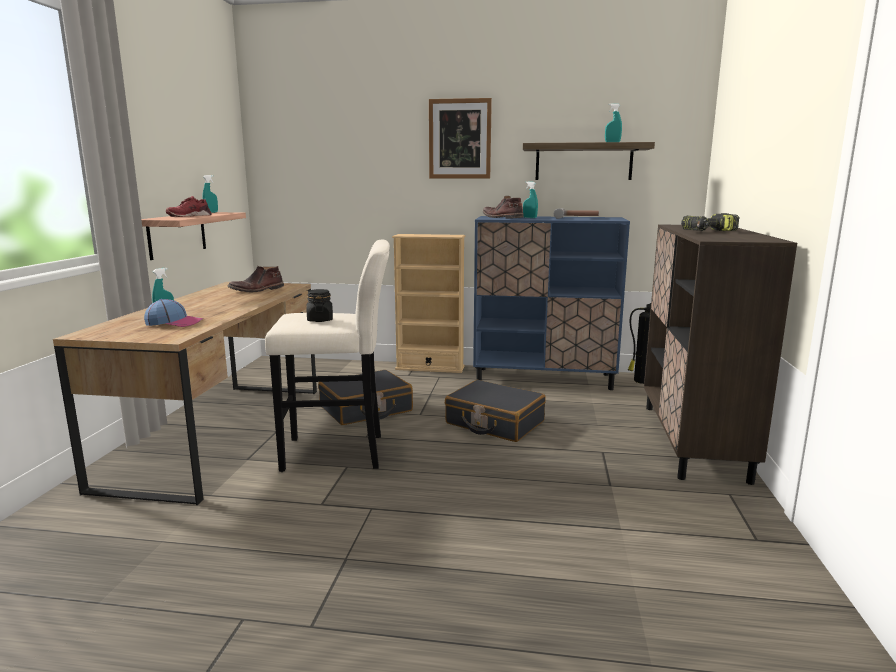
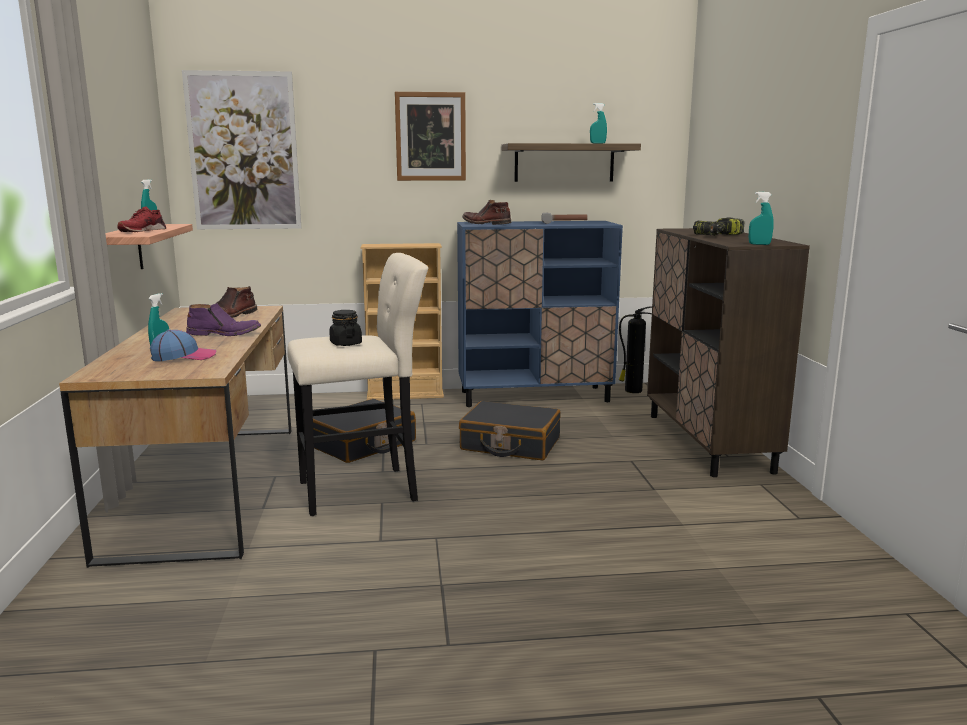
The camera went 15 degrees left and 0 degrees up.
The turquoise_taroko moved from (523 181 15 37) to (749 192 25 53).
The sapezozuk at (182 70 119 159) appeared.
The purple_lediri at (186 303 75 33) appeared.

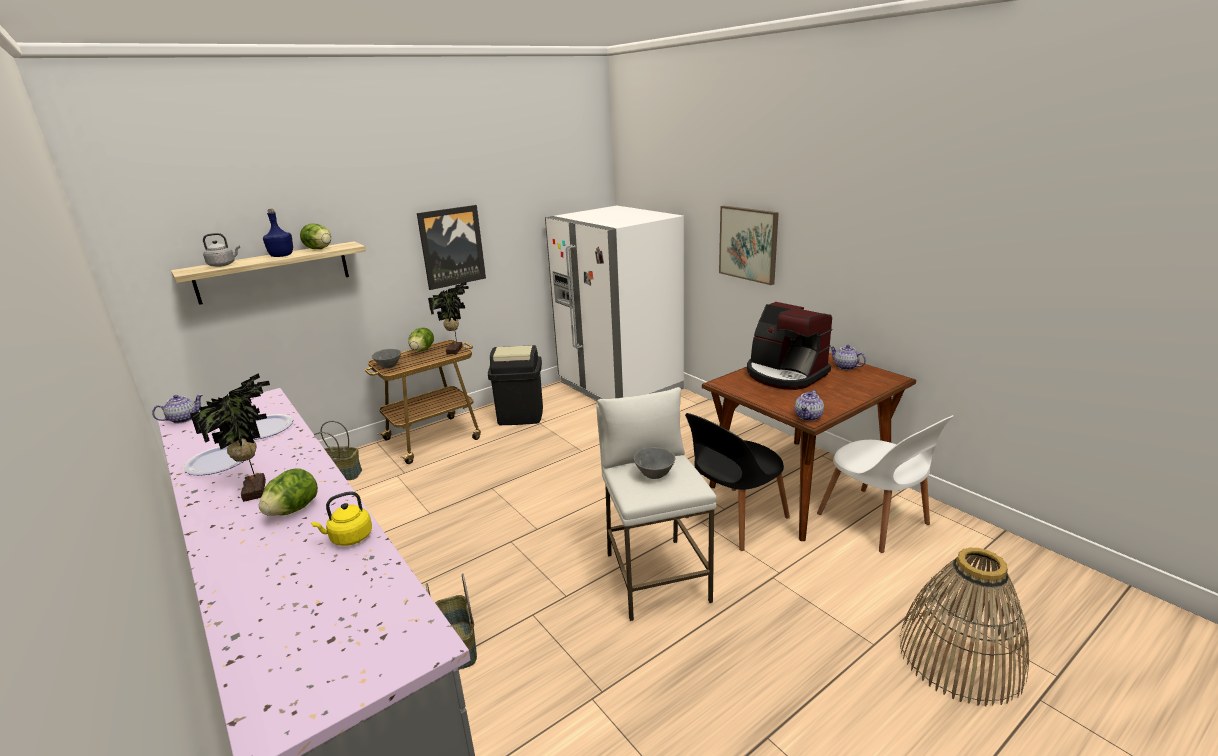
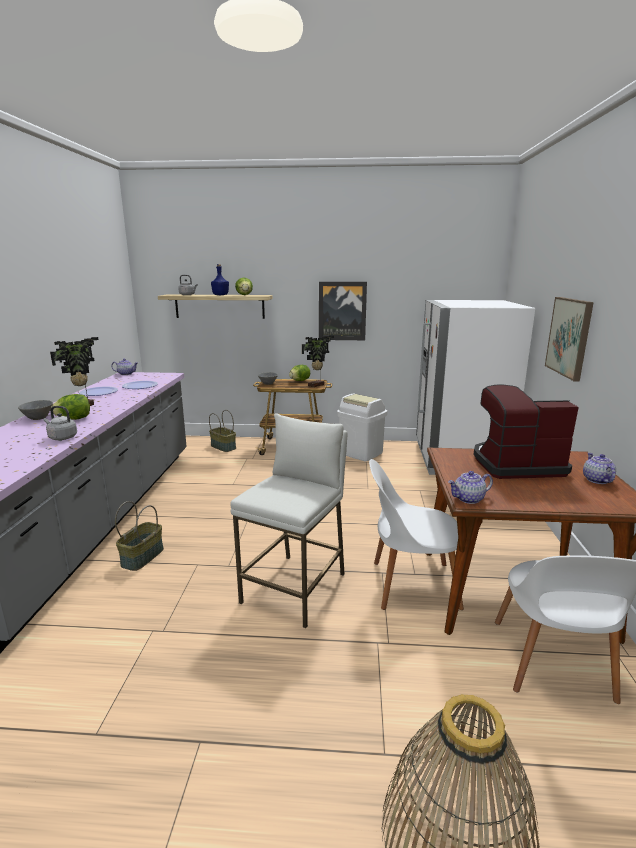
The camera went 40 degrees right and 5 degrees down.
The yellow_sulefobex at (311 491 61 55) became the grey_sulefobex at (44 406 33 34).
The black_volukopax at (488 345 55 80) became the white_volukopax at (337 393 50 68).
The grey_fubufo moved from (634 447 41 32) to (18 400 35 20).
The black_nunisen at (685 413 105 138) became the white_nunisen at (369 459 95 151).
The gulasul at (747 302 85 88) turned 90 degrees clockwise.

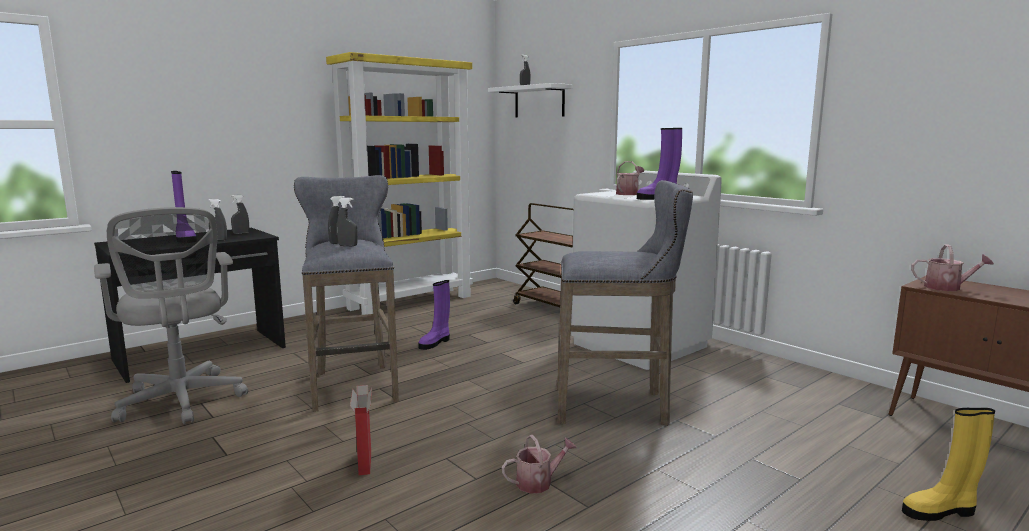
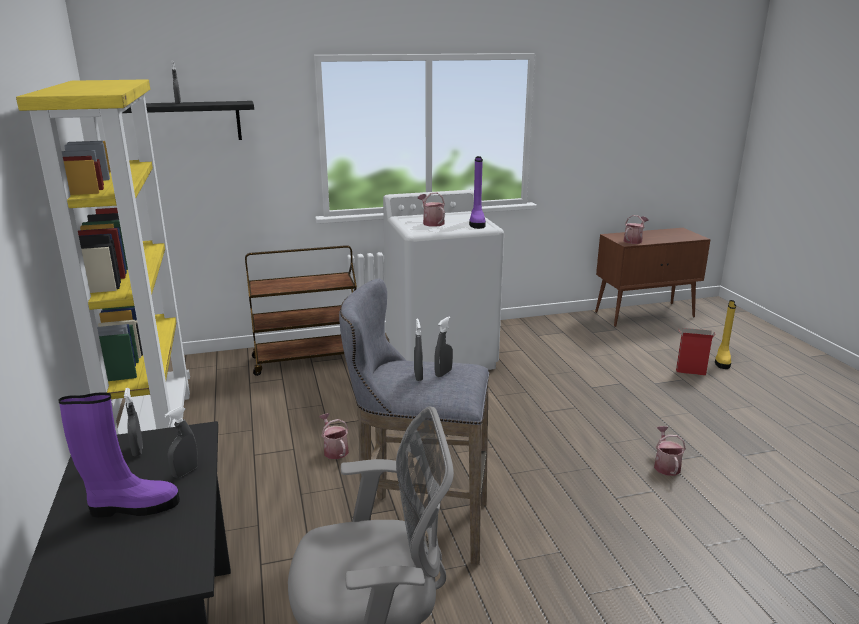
The camera went 65 degrees left and 10 degrees up.
The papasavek moved from (350 385 22 90) to (676 328 40 47).
The purple_lediri at (418 280 32 70) was replaced by the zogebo at (319 413 30 46).
The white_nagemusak at (488 83 85 35) became the black_nagemusak at (123 101 131 39).
The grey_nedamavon at (557 180 136 246) disappeared.

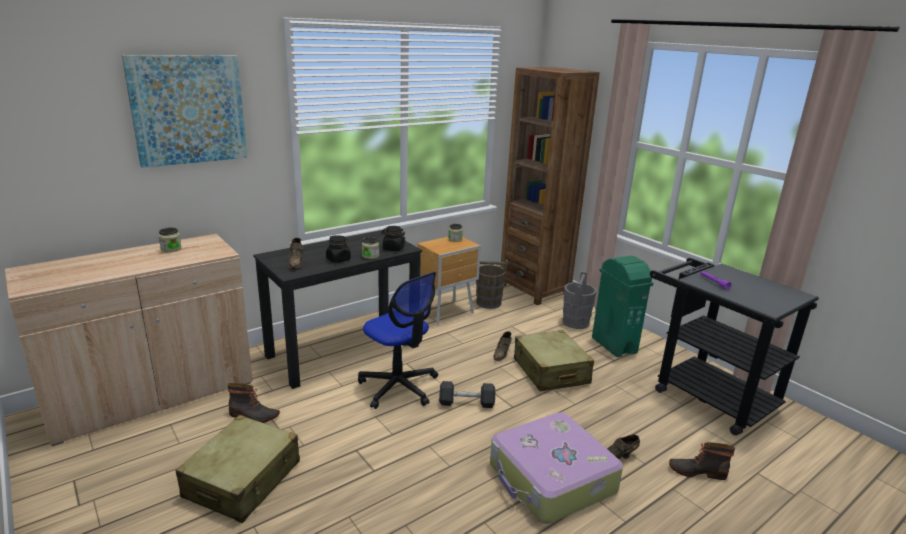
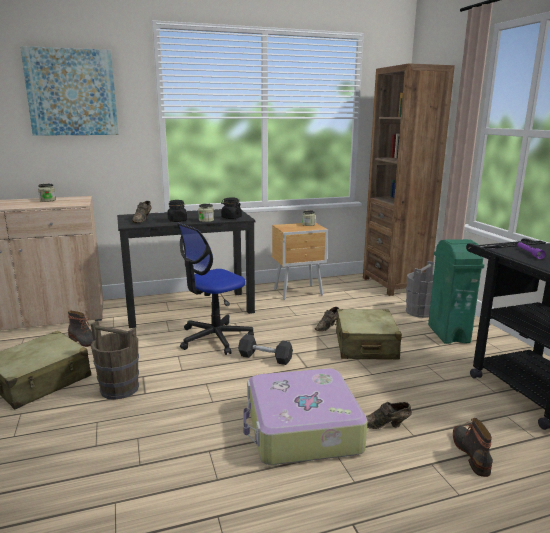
The camera went 20 degrees right and 5 degrees down.
The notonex at (358 272 80 137) turned 75 degrees clockwise.
The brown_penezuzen moved from (476 259 33 50) to (91 321 48 79).
The lediri at (669 442 66 38) turned 60 degrees clockwise.

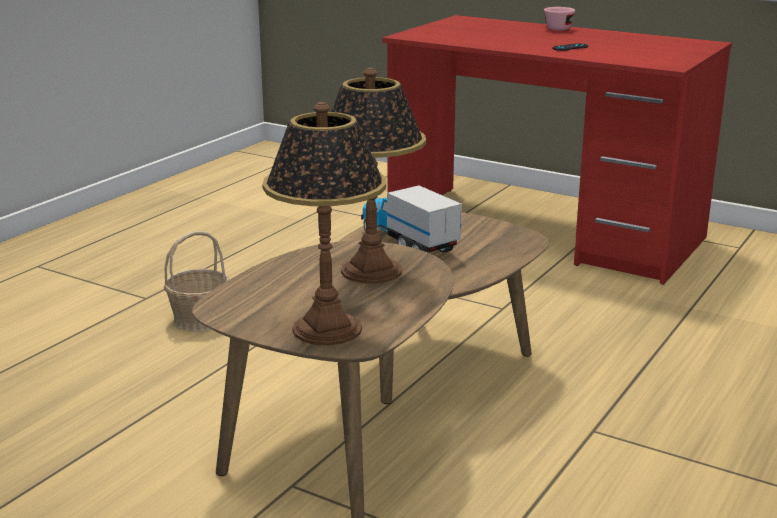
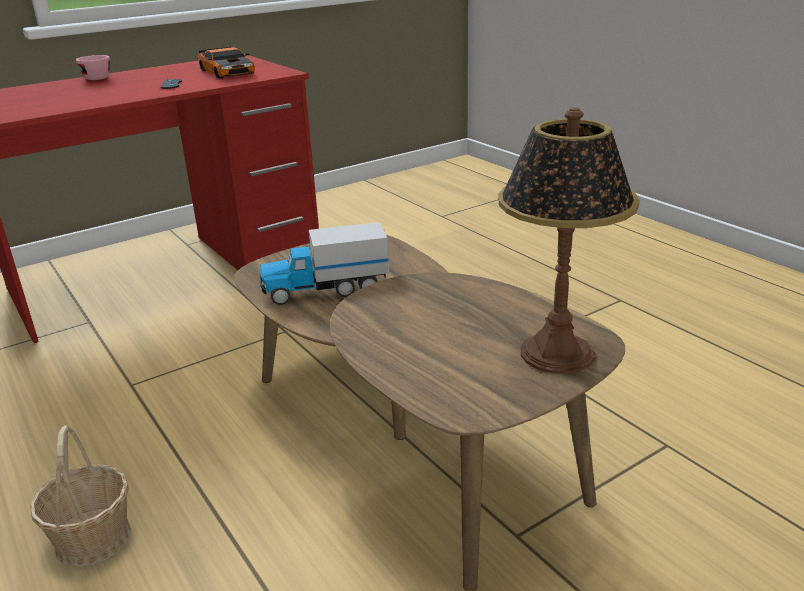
The camera went 65 degrees left and 5 degrees up.
The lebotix at (331 68 95 216) disappeared.
The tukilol at (198 47 57 31) appeared.

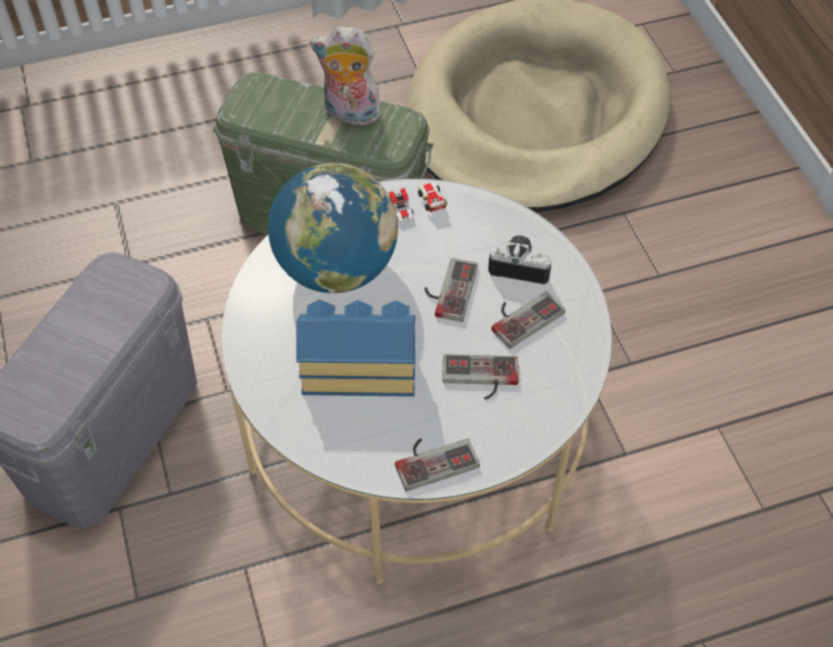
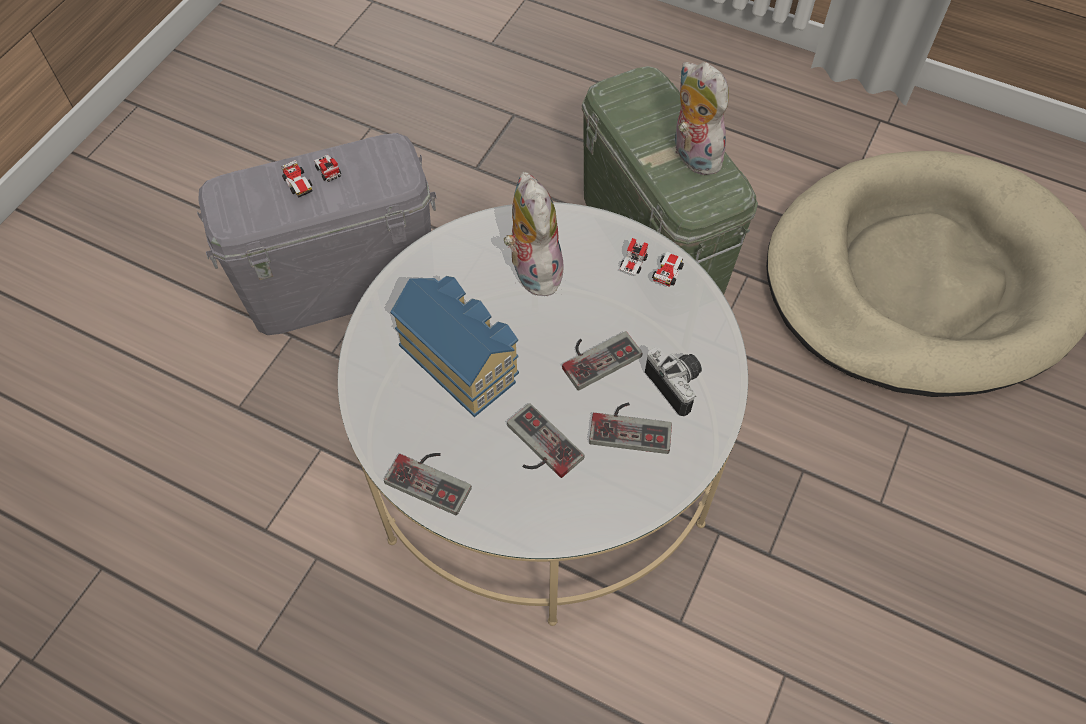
The camera went 45 degrees right and 5 degrees up.
The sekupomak at (268 163 130 131) was replaced by the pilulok at (504 172 60 124).
The tukilol at (281 155 60 43) appeared.

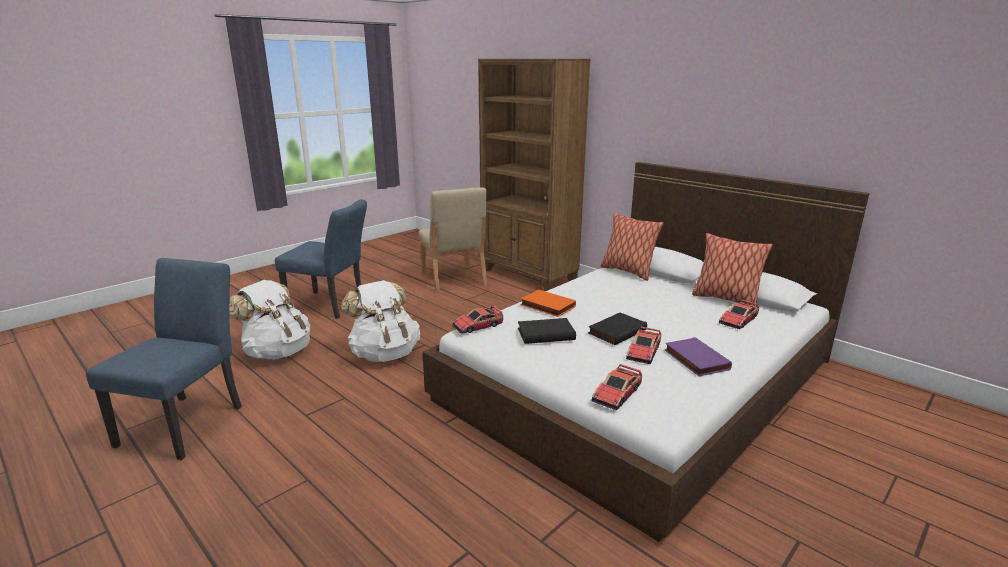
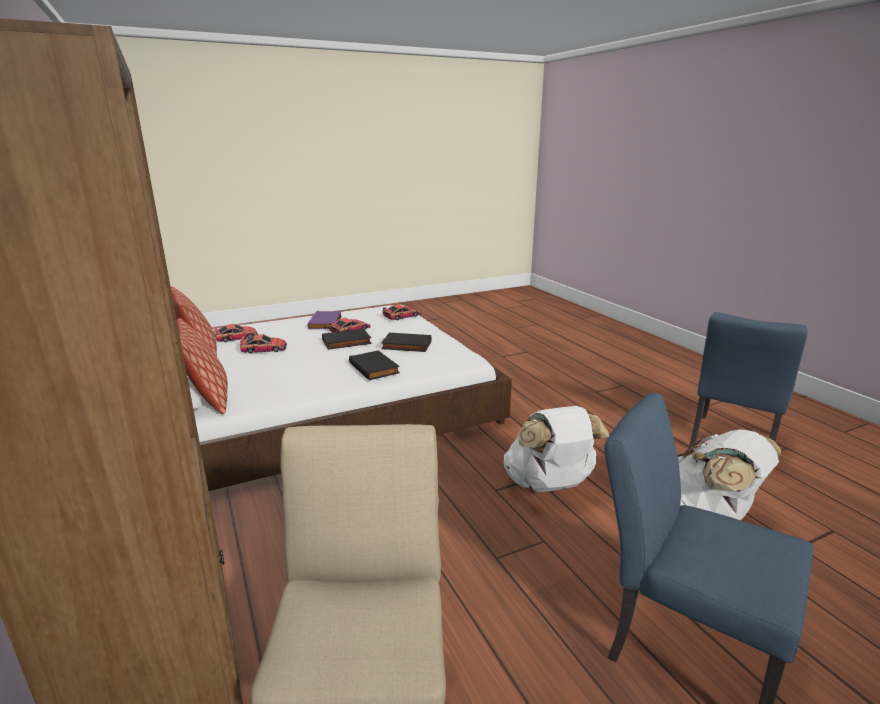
The camera went 160 degrees left and 0 degrees up.
The tukilol moved from (452 306 51 28) to (240 334 47 20).
The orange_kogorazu at (520 289 56 28) became the black_kogorazu at (349 350 51 30).

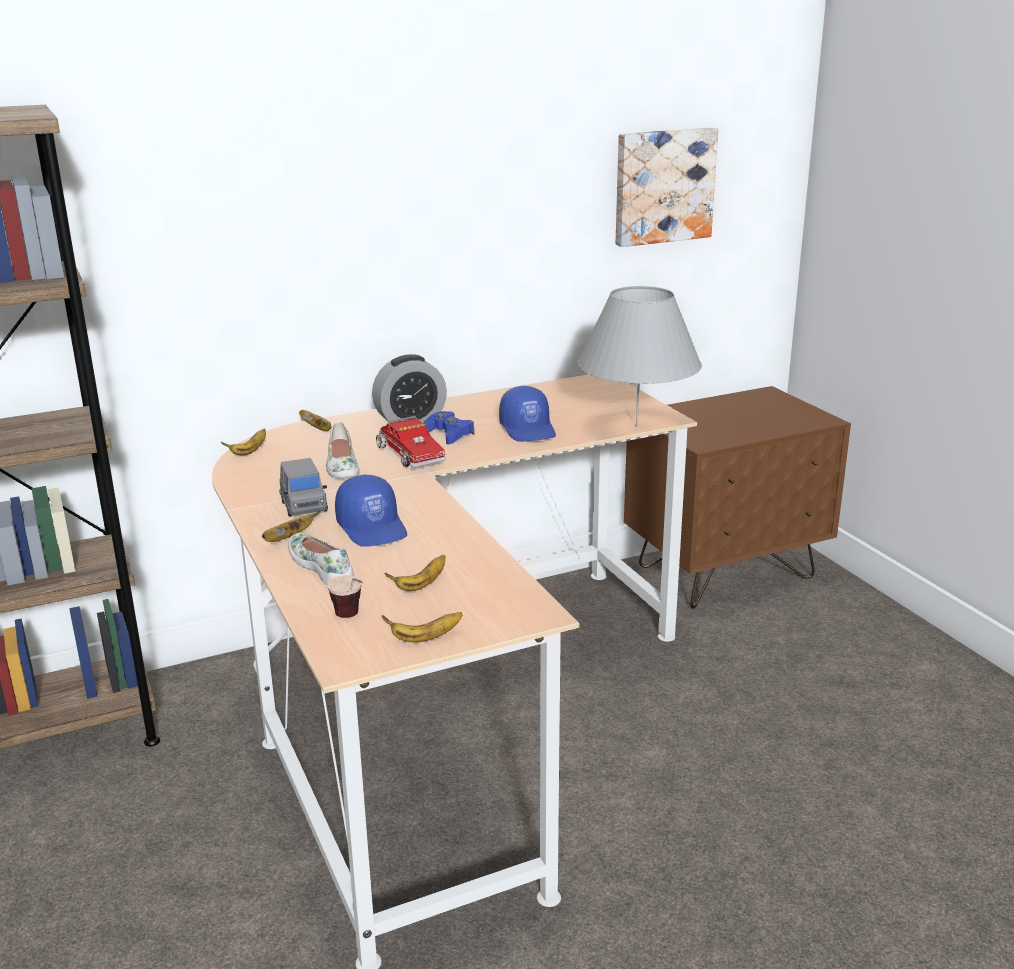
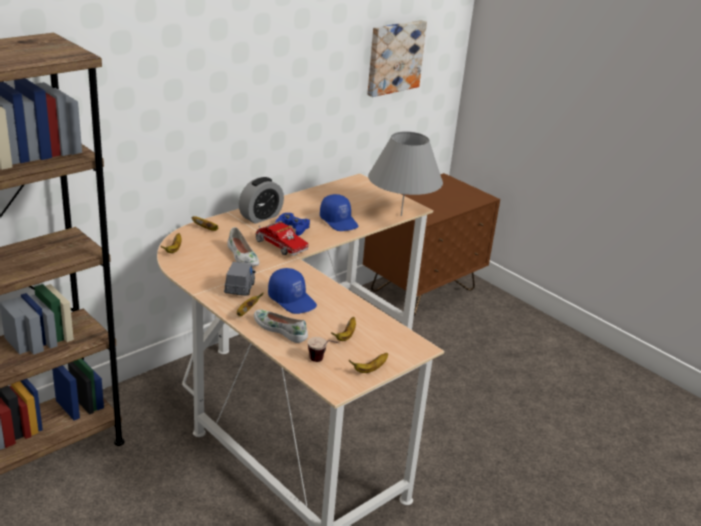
The camera went 20 degrees left and 5 degrees up.
The grey_tukilol at (279 458 49 59) turned 135 degrees counterclockwise.

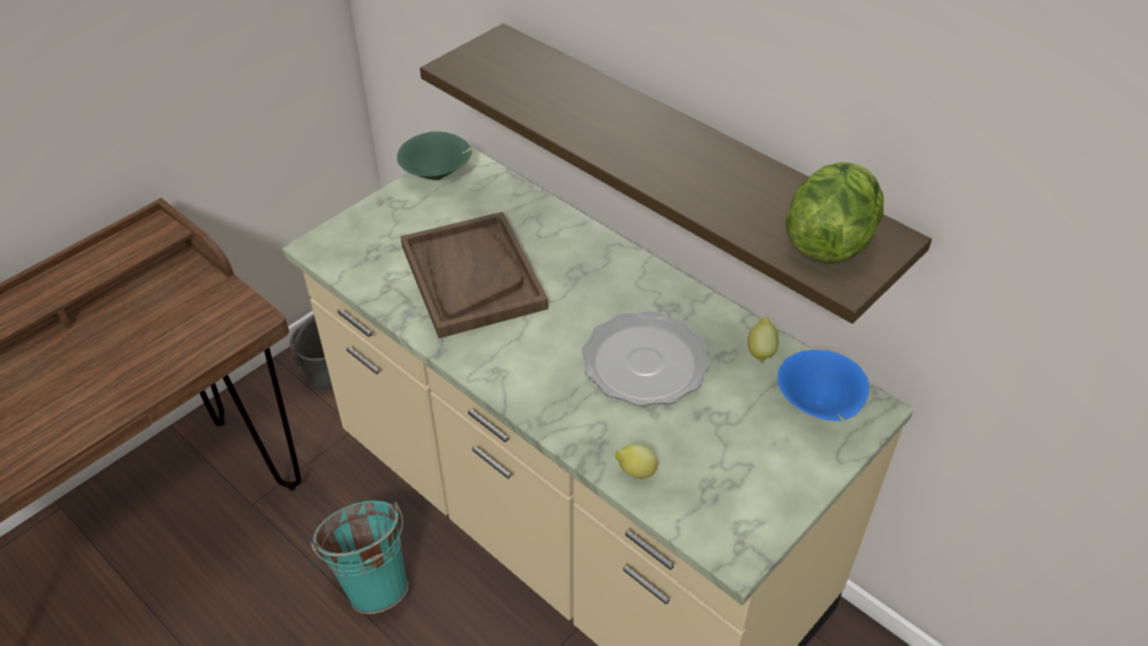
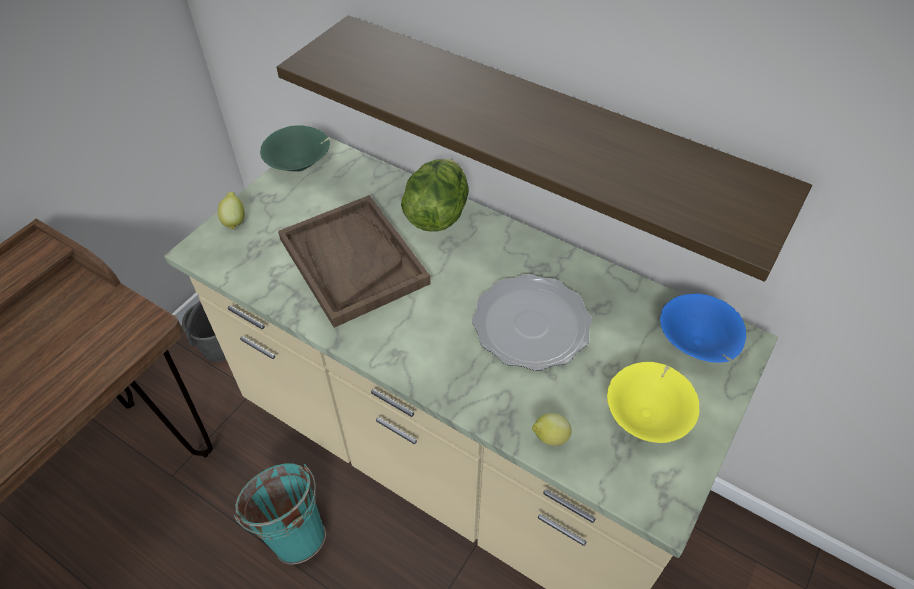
The camera went 10 degrees left and 5 degrees up.
The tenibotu moved from (748 317 31 45) to (218 192 27 38).
The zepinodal moved from (786 162 98 101) to (401 159 68 73).
The yellow_fubufo at (607 362 93 81) appeared.

